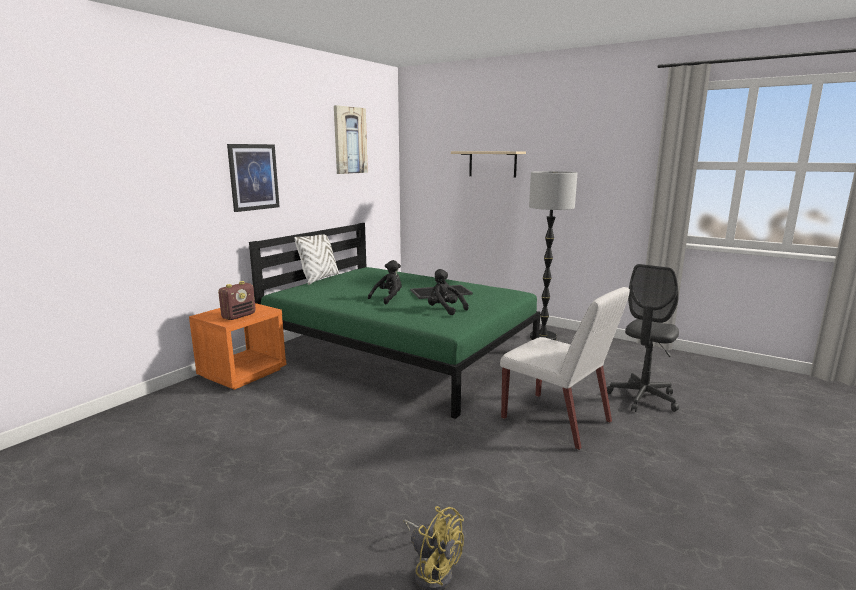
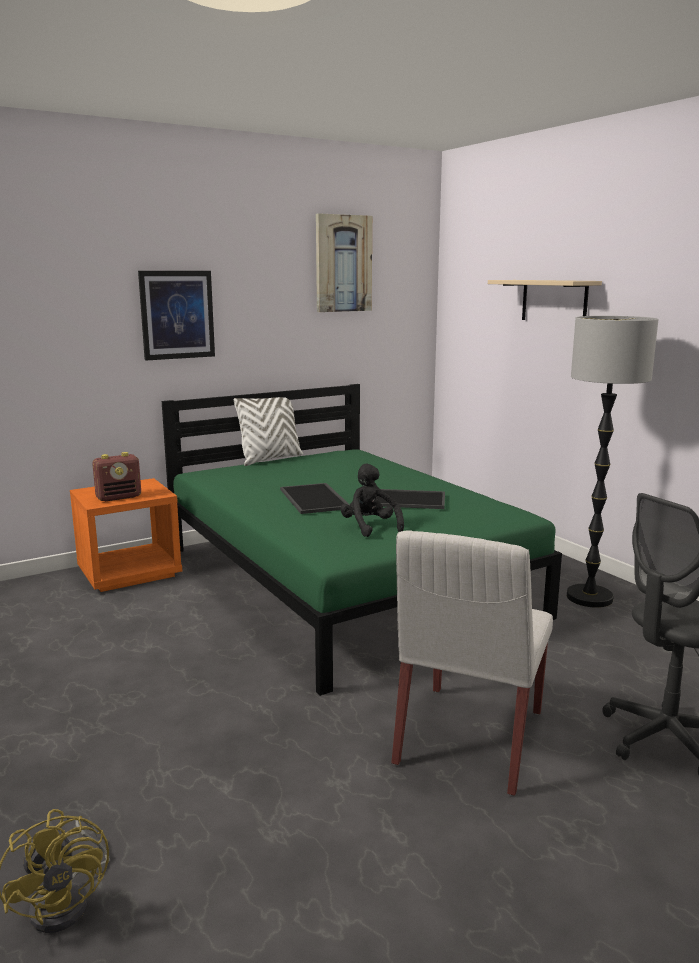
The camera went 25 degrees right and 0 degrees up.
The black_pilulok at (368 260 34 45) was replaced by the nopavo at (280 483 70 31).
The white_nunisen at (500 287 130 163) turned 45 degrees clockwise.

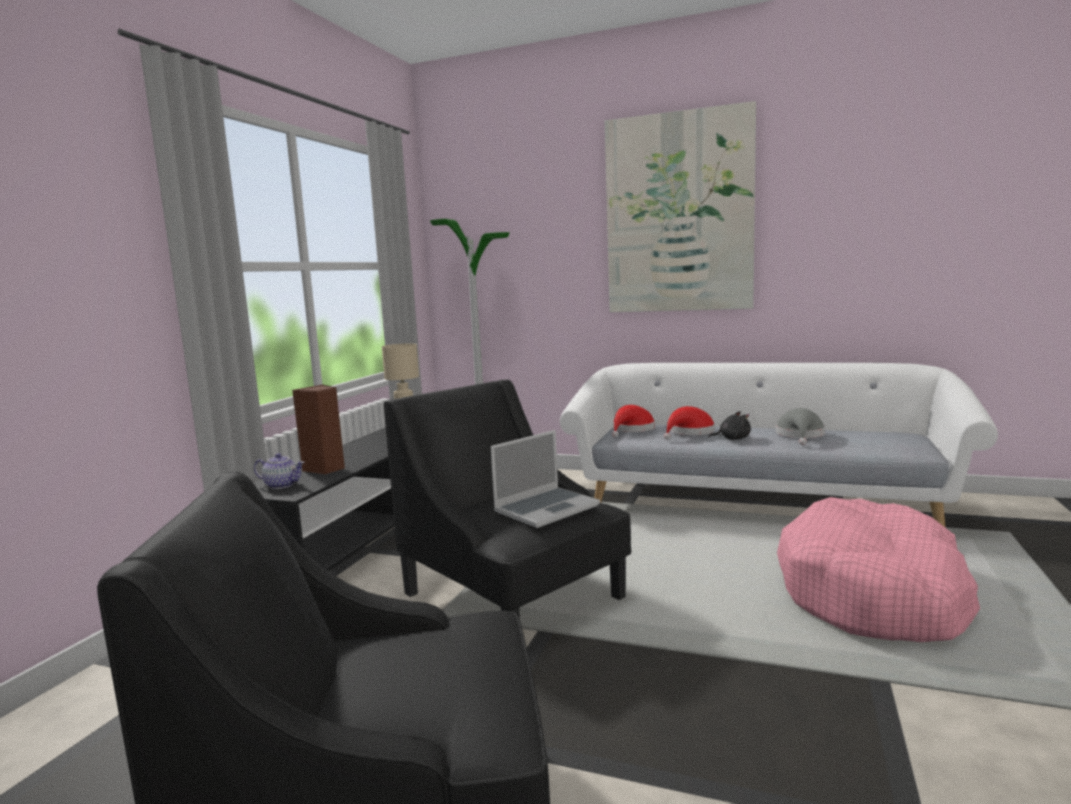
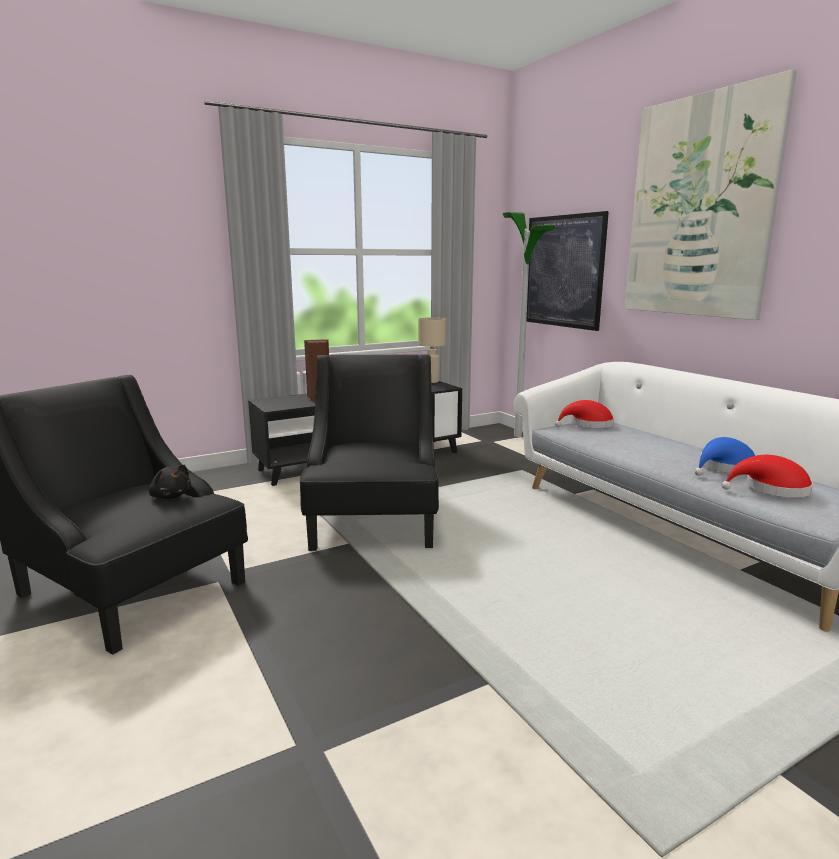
The camera went 40 degrees right and 5 degrees up.
The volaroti at (254 453 51 36) disappeared.
The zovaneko at (491 430 109 98) disappeared.
The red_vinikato moved from (664 406 51 34) to (722 455 91 42).
The black_pilulok moved from (708 411 43 29) to (149 465 42 34).
The grey_vinikato at (776 408 49 37) became the blue_vinikato at (694 437 61 39).
The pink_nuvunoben at (777 497 203 145) disappeared.
The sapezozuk at (526 211 83 120) appeared.

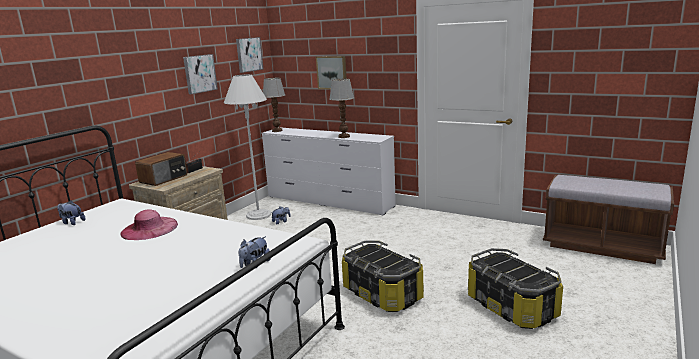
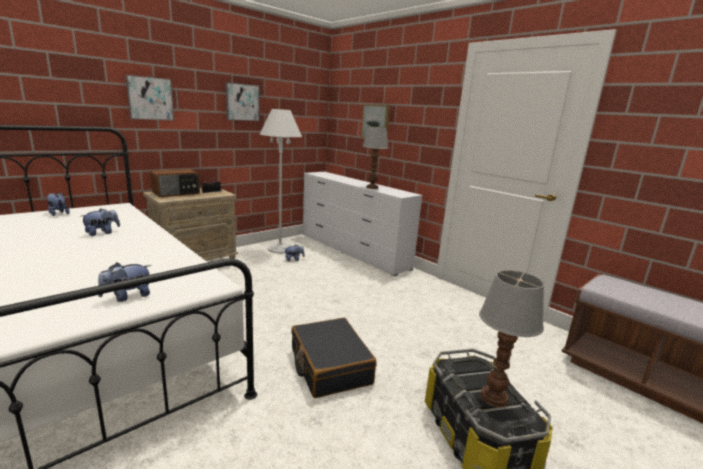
The camera went 15 degrees right and 0 degrees up.
The pink_vinikato at (120 209 58 31) was replaced by the pilulok at (82 208 38 28).
The sapezozuk moved from (236 37 27 36) to (126 75 48 46).
The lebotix moved from (263 78 22 54) to (479 270 65 138).
The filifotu at (342 241 82 71) was replaced by the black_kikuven at (291 318 85 80).

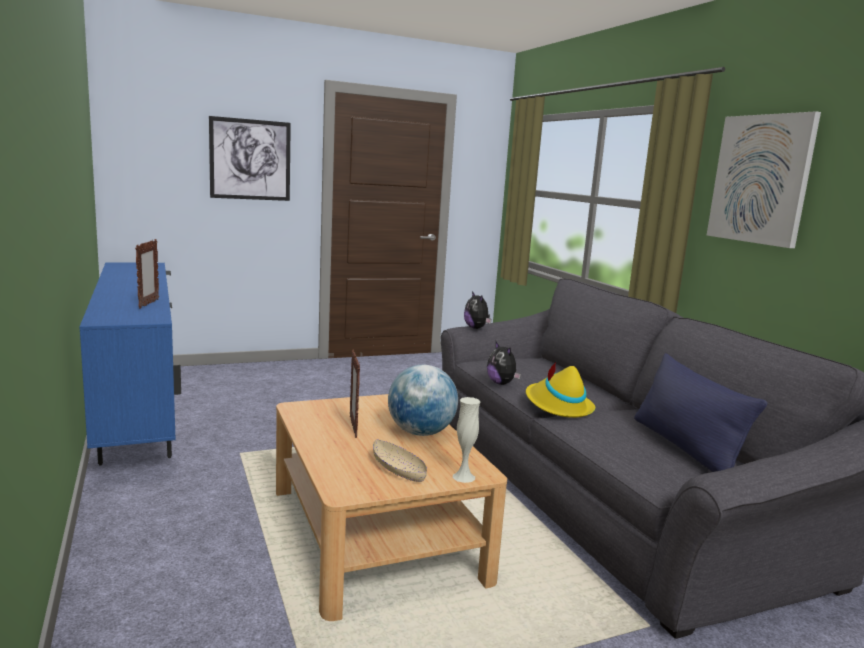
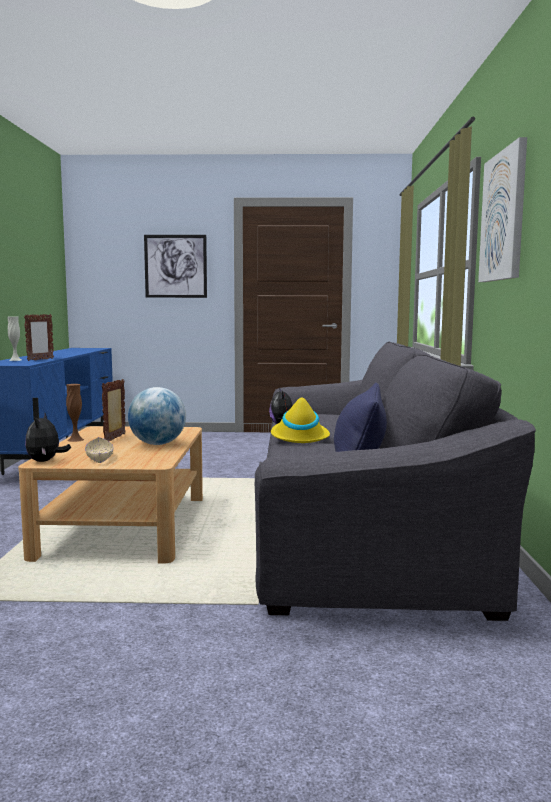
The camera went 25 degrees right and 5 degrees down.
The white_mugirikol moved from (453 397 27 86) to (7 317 14 44).
The pilulok moved from (464 291 27 38) to (25 413 46 49).
The brown_mugirikol at (66 384 18 58) appeared.

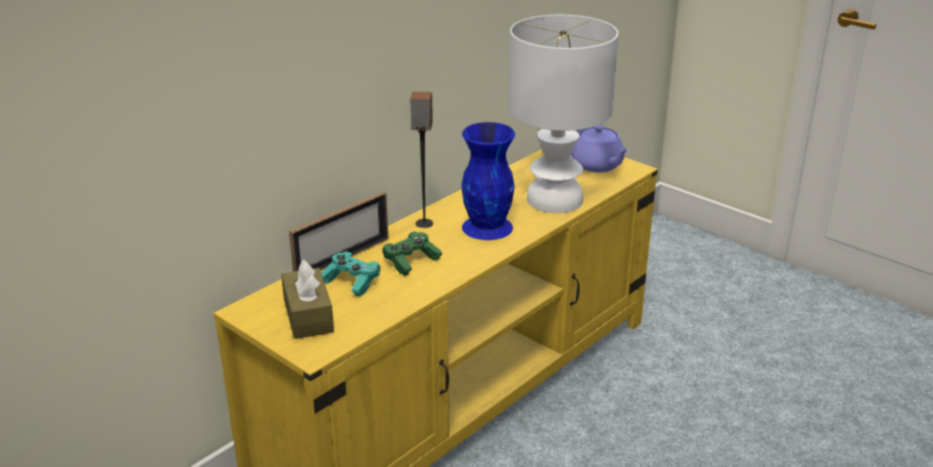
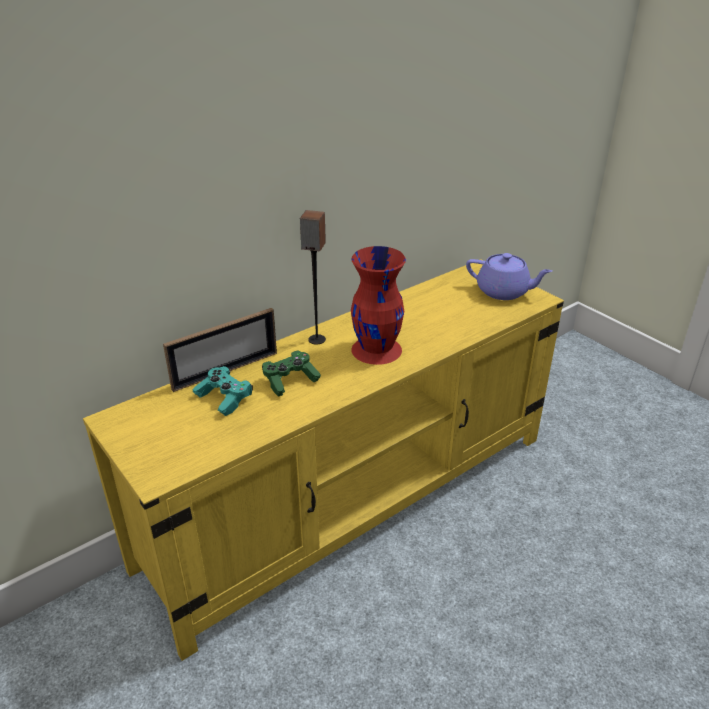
The camera went 10 degrees right and 5 degrees up.
The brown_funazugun at (281 260 53 79) disappeared.
The blue_mugirikol at (461 122 54 118) became the red_mugirikol at (351 246 55 119).
The white_lebotix at (508 15 111 198) disappeared.
The purple_volaroti at (571 125 58 47) turned 45 degrees counterclockwise.

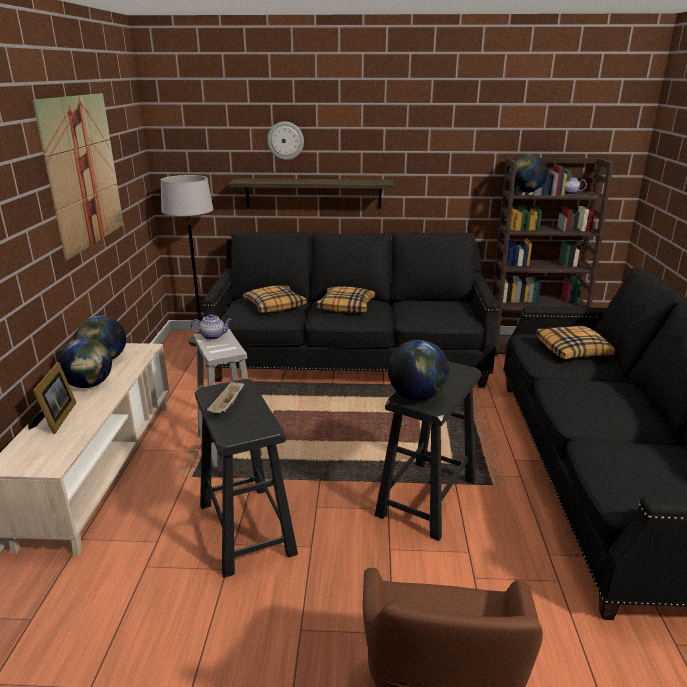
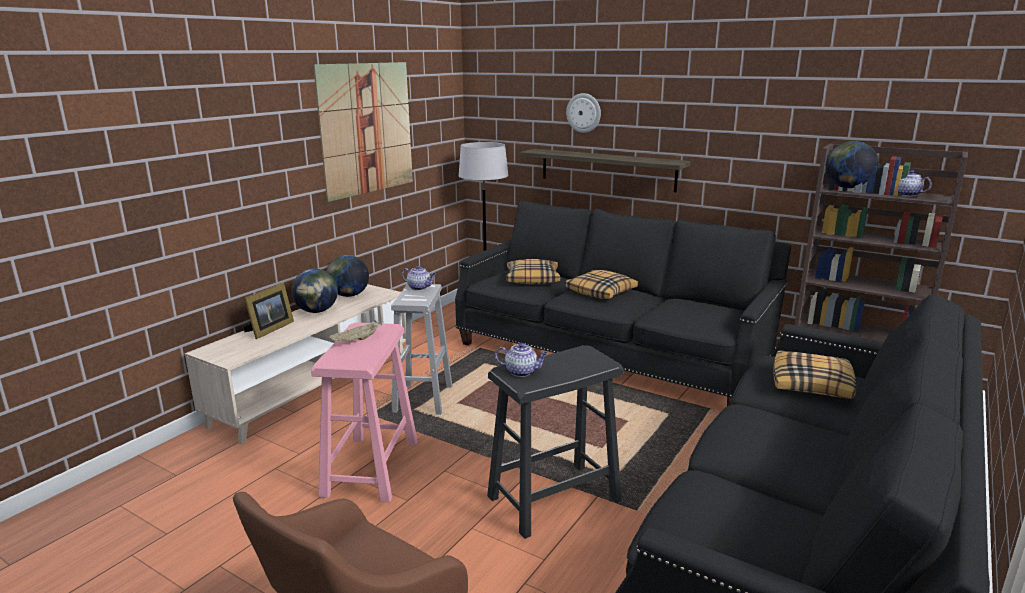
The camera went 30 degrees right and 5 degrees down.
The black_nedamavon at (195 379 103 199) became the pink_nedamavon at (311 322 107 180).
The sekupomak at (388 340 61 61) was replaced by the volaroti at (495 343 53 34).

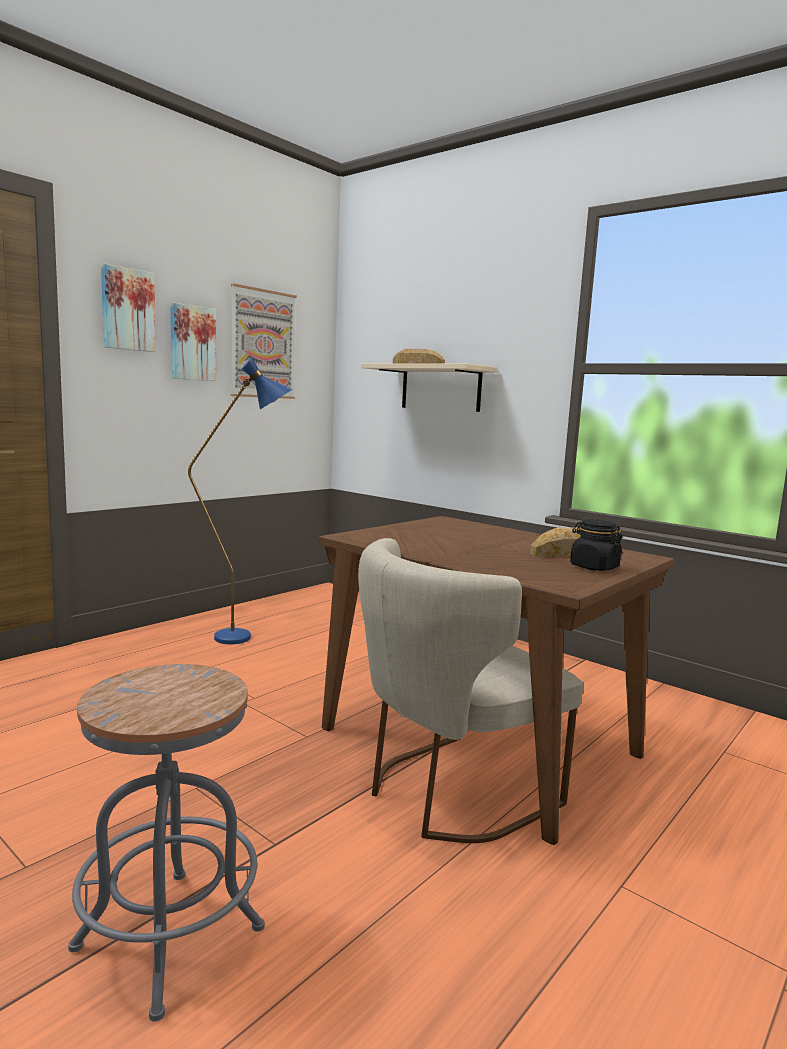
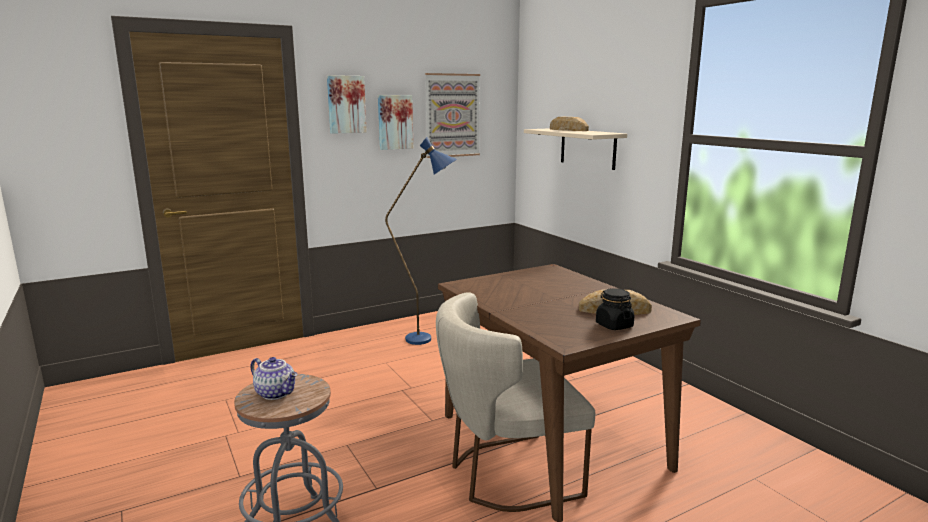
The camera went 20 degrees right and 5 degrees up.
The volaroti at (251 357 47 43) appeared.

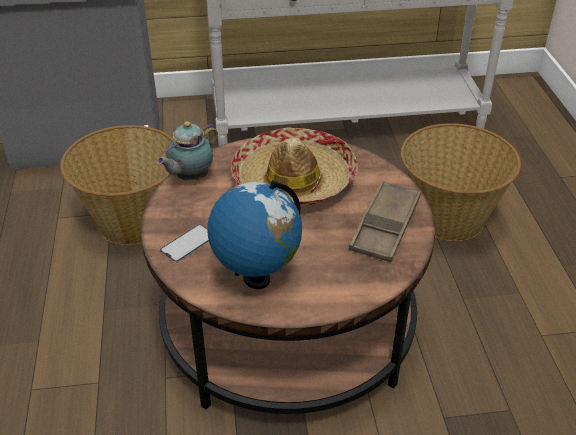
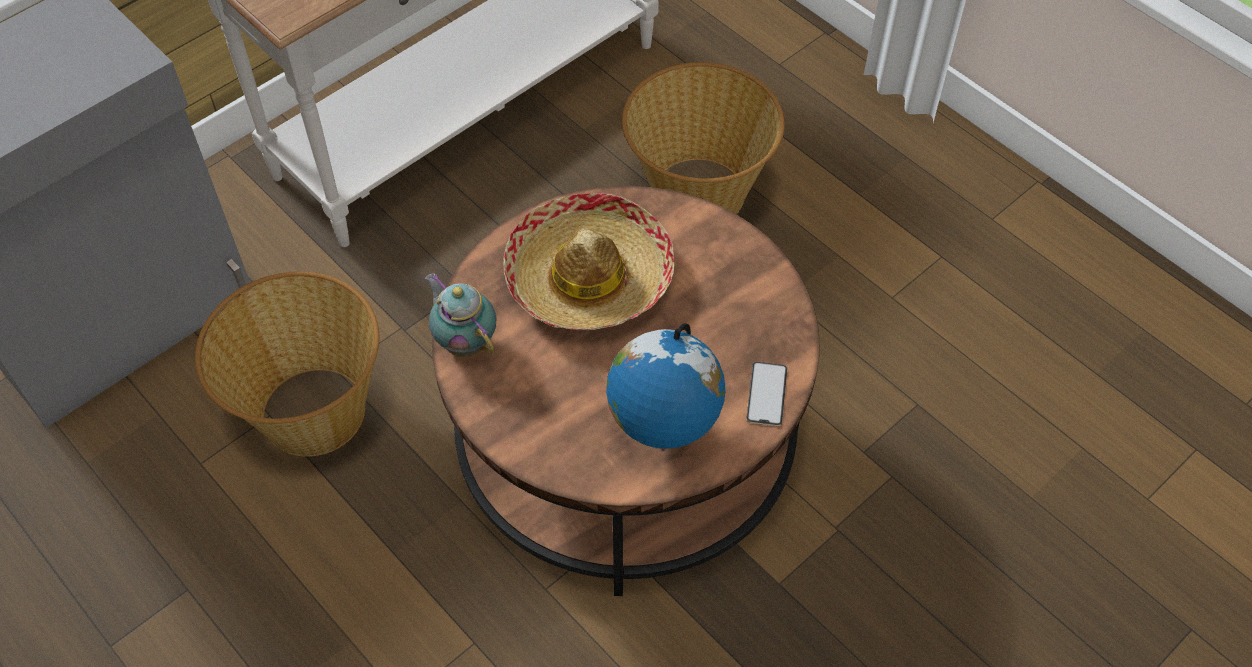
The camera went 35 degrees left and 15 degrees up.
The volaroti at (157 121 61 60) turned 135 degrees clockwise.
The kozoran moved from (160 224 49 39) to (746 362 41 64).
The brown_nopavo at (349 181 72 81) disappeared.

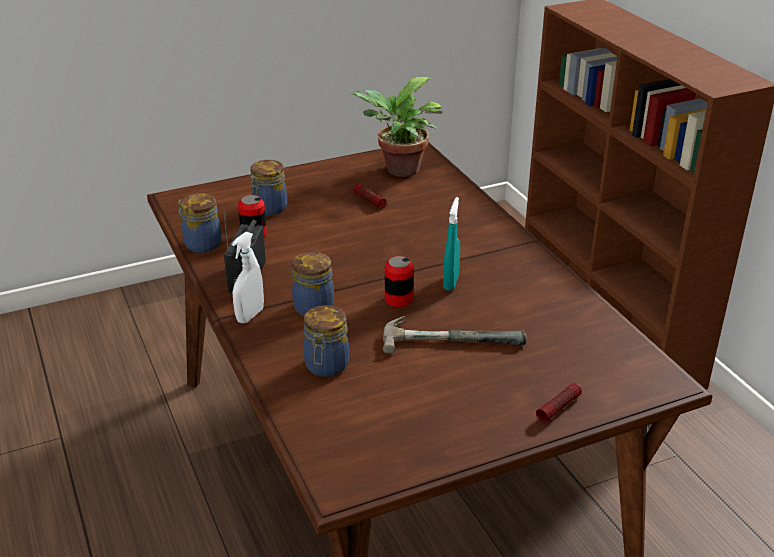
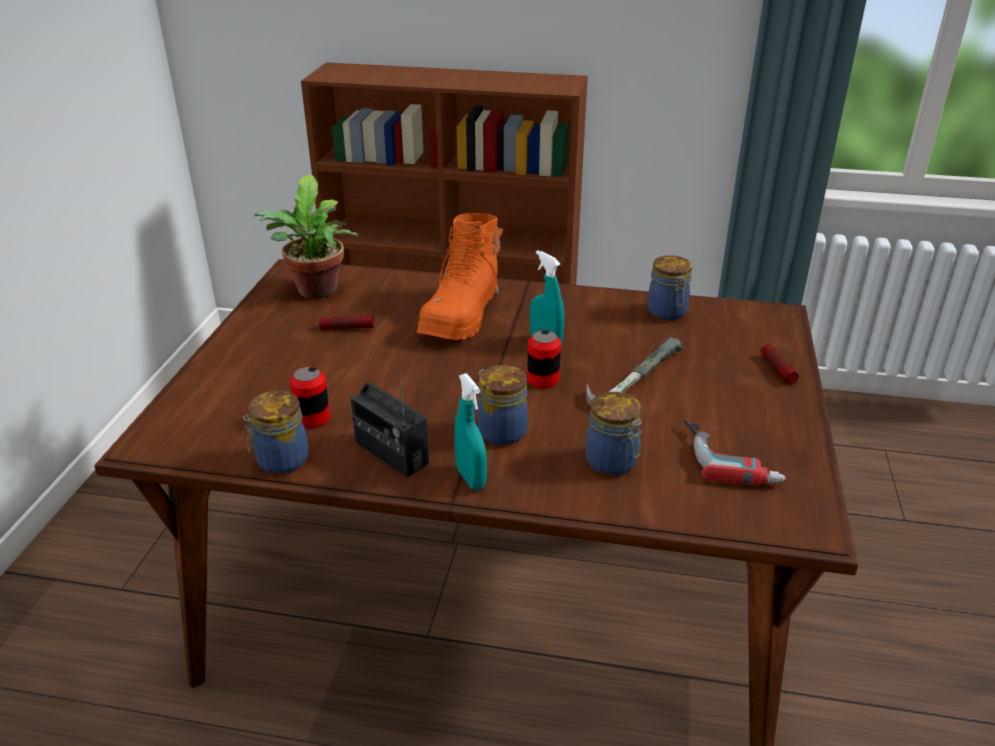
The camera went 55 degrees left and 0 degrees up.
The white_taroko at (232 232 32 91) became the turquoise_taroko at (454 373 33 117).
The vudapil moved from (250 160 37 56) to (647 255 45 66).
The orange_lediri at (417 213 86 127) appeared.
The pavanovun at (684 418 102 68) appeared.

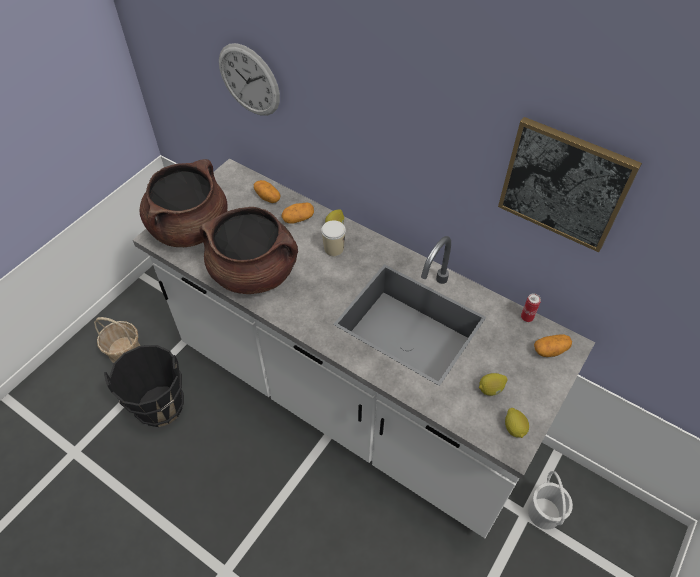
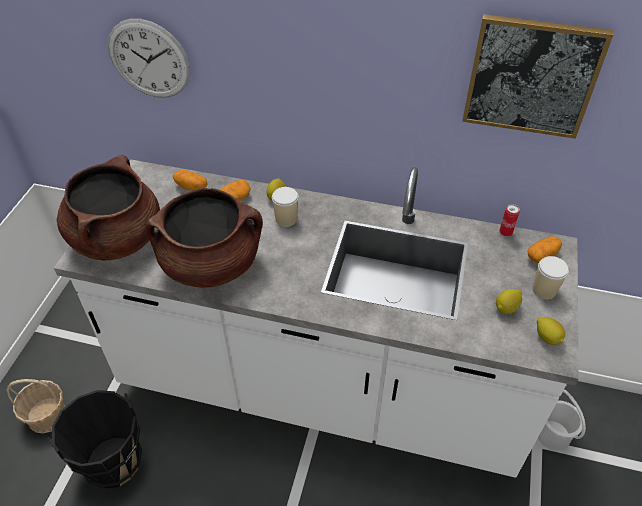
The camera went 20 degrees left and 5 degrees down.
The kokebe at (532 256 37 43) appeared.

